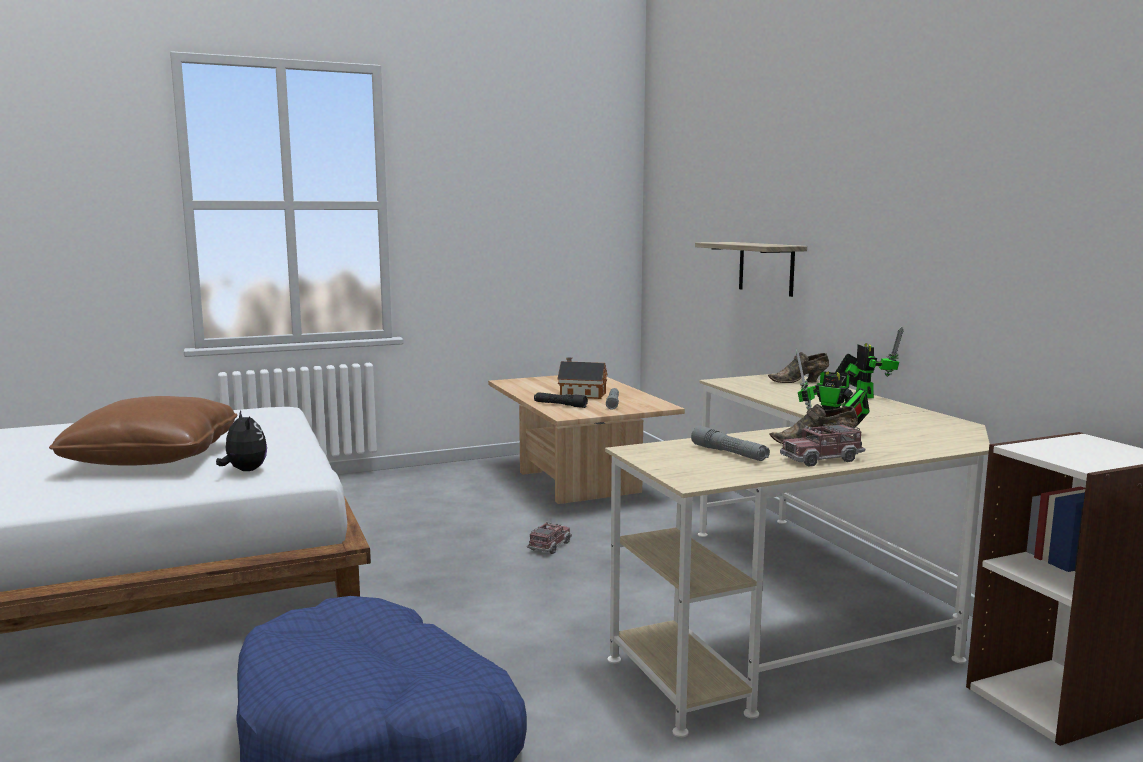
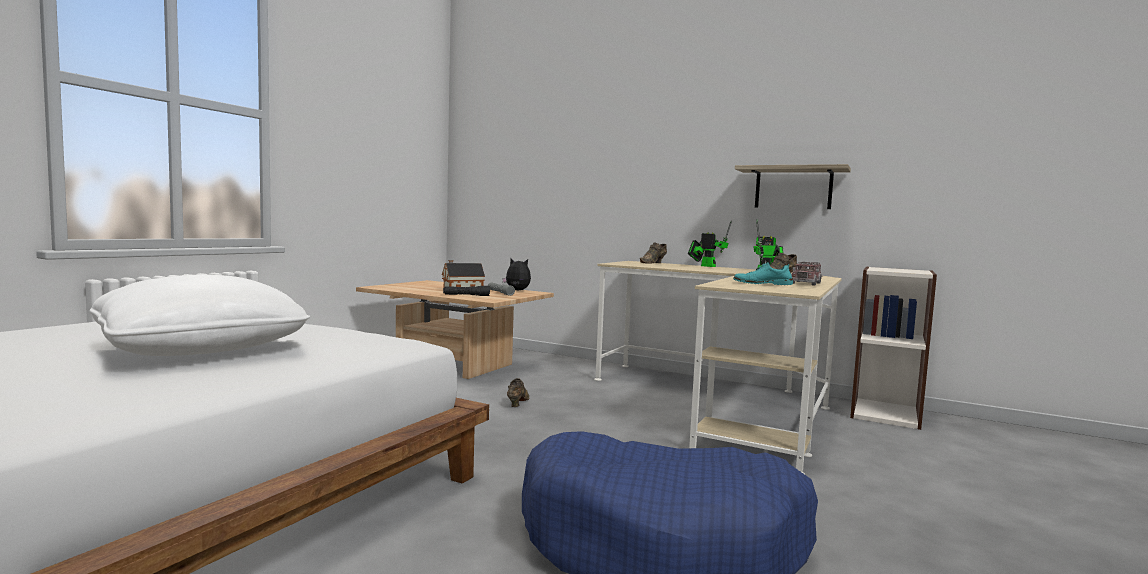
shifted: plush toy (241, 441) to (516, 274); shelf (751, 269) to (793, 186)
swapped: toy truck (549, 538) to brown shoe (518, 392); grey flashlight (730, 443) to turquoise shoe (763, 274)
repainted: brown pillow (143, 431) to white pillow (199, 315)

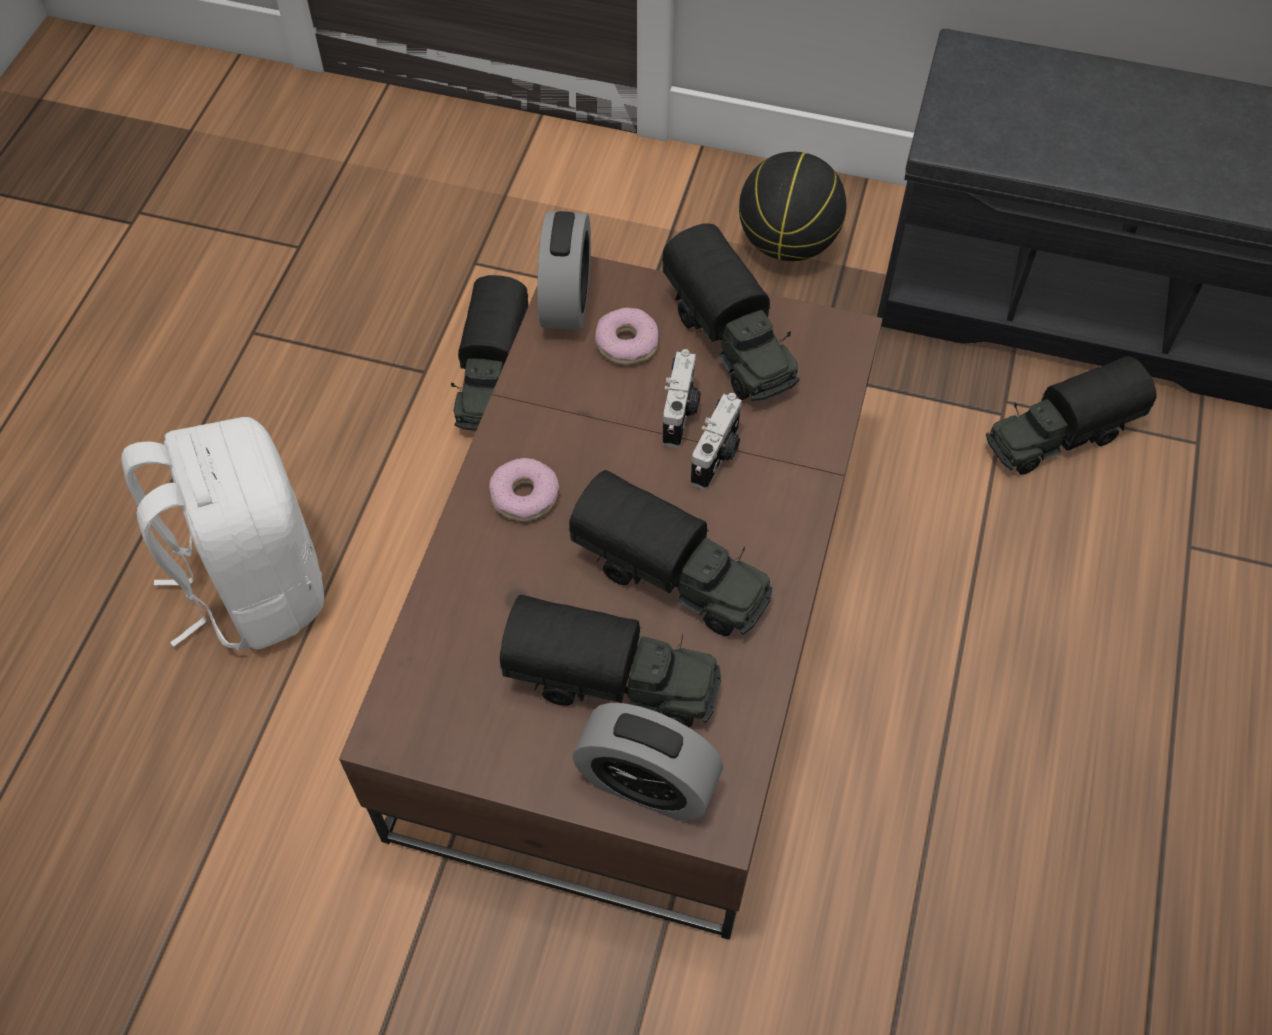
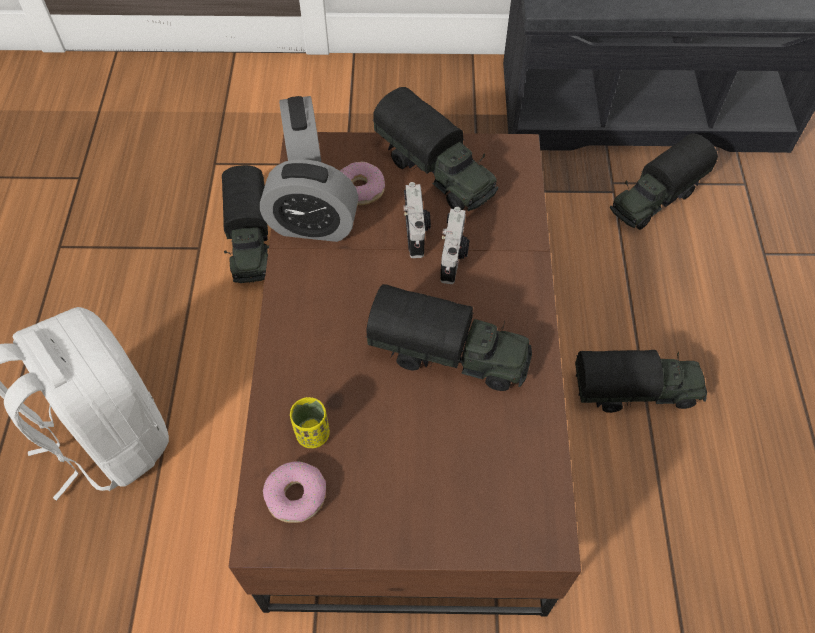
gone: basketball (792, 206)
new: yellow cup (310, 422)
shifted: alarm clock (647, 762) to (309, 200); donut (524, 490) to (294, 492); toy truck (610, 661) to (641, 381)

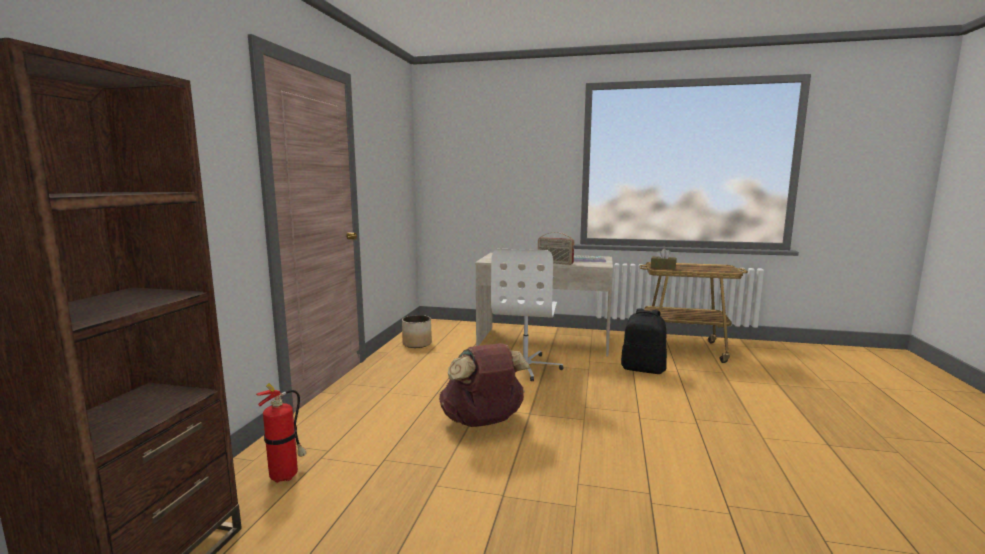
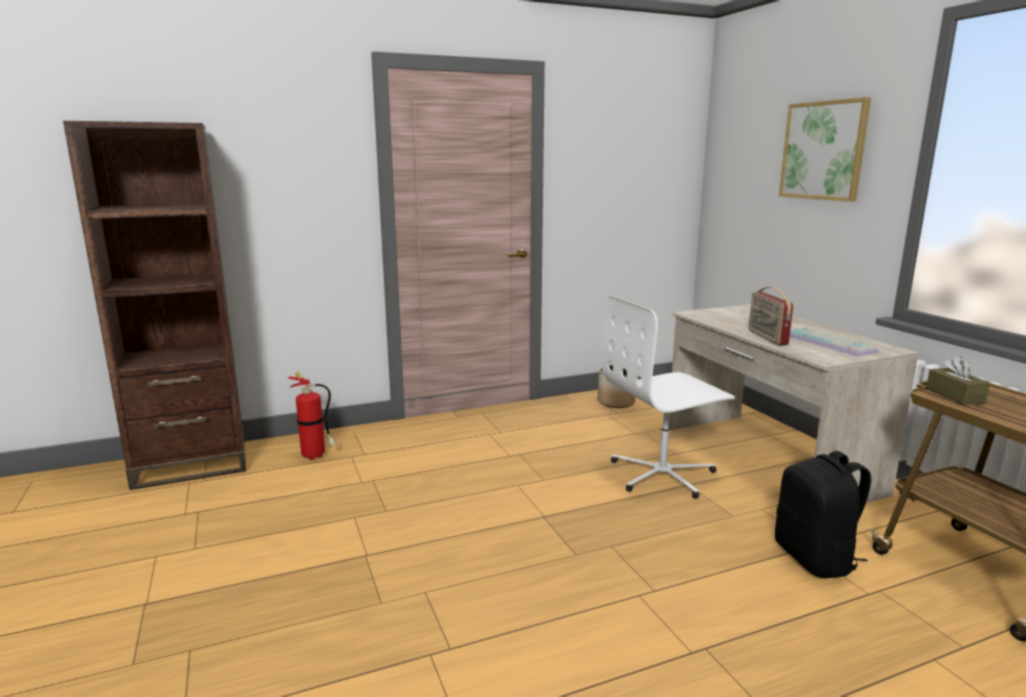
gone: brown backpack (484, 385)
new: picture (825, 149)

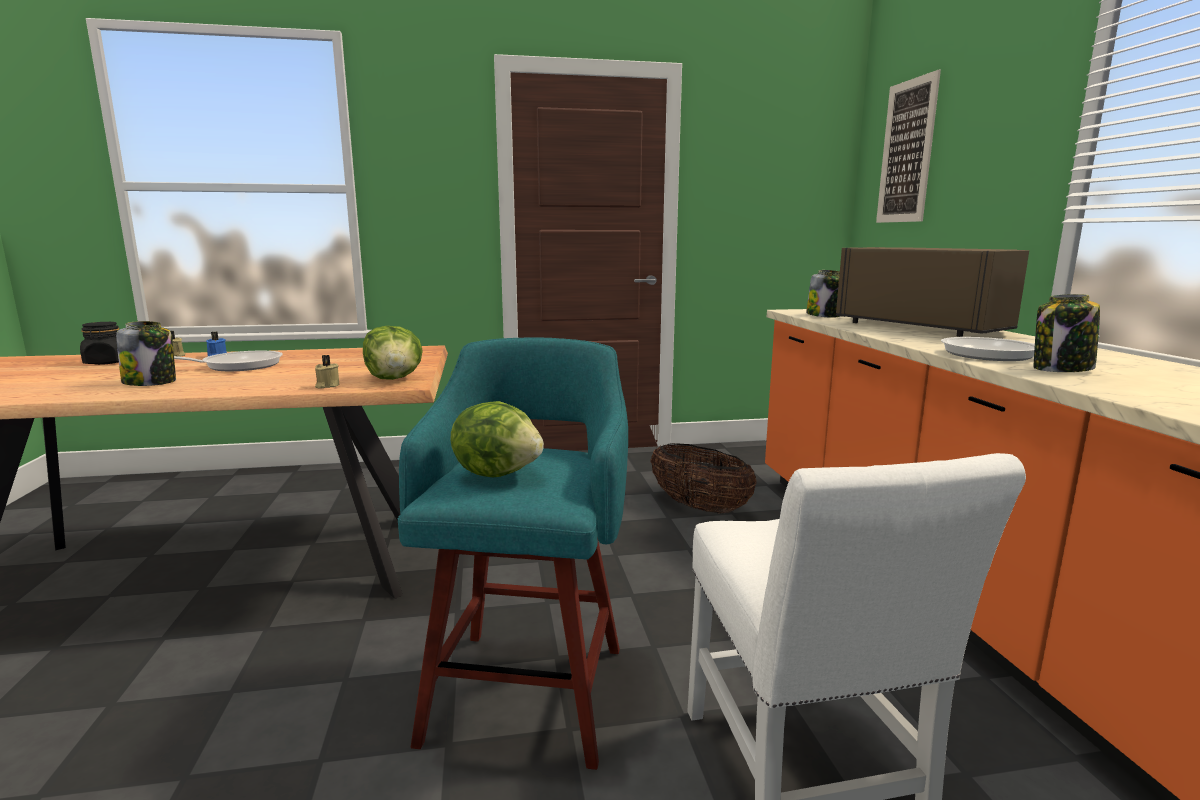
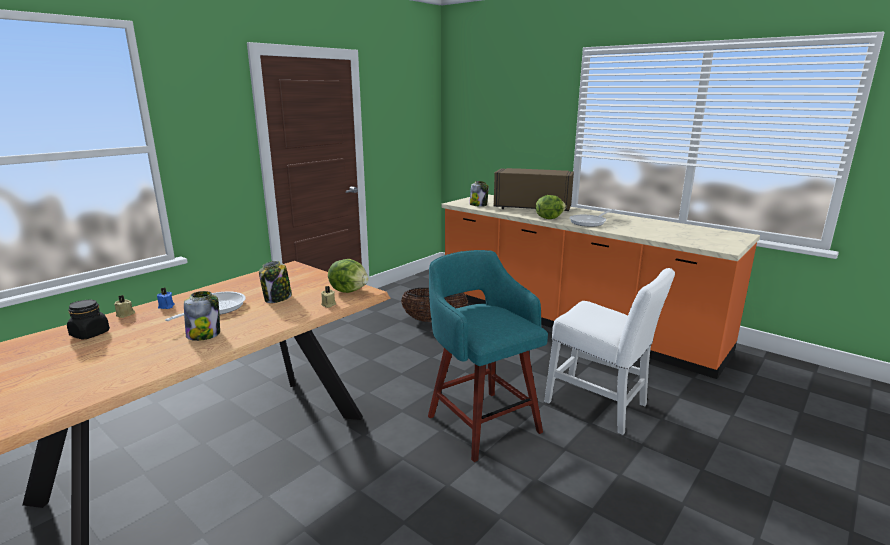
gone: picture (908, 146)
shifted: jar (1067, 333) to (275, 282); lettuce (497, 439) to (551, 207)

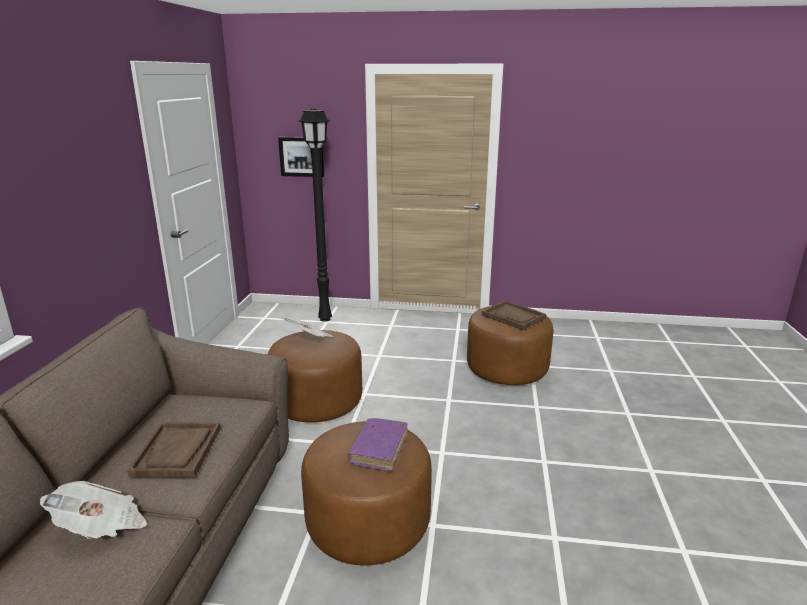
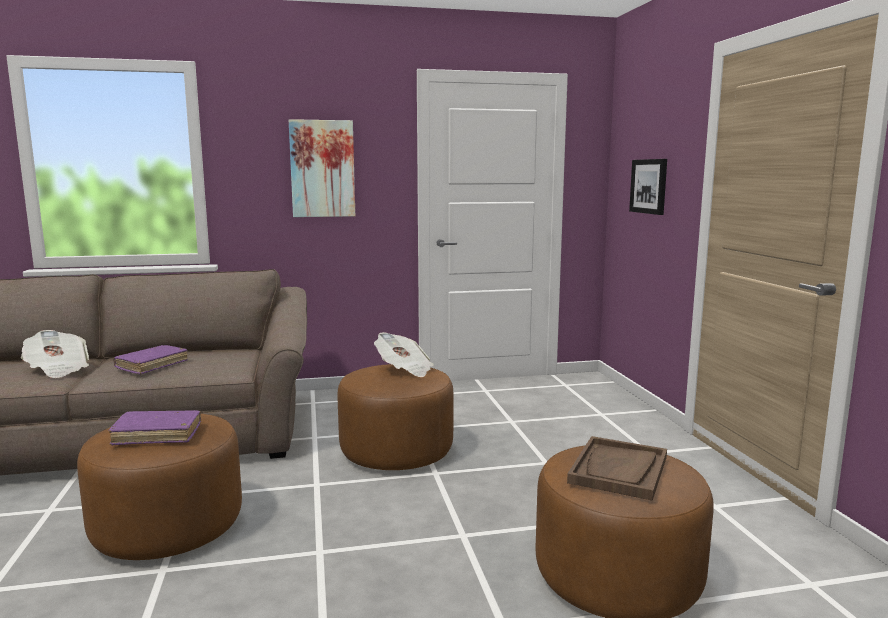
gone: black floor lamp (315, 215)
new: picture (322, 168)
swapped: brown tray (174, 450) to purple book (150, 359)

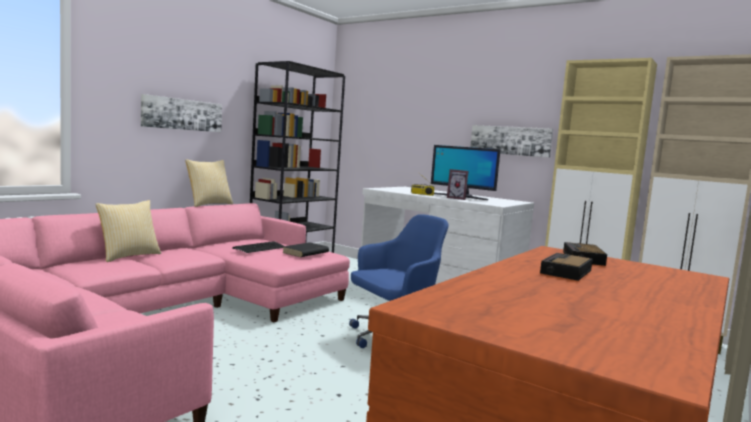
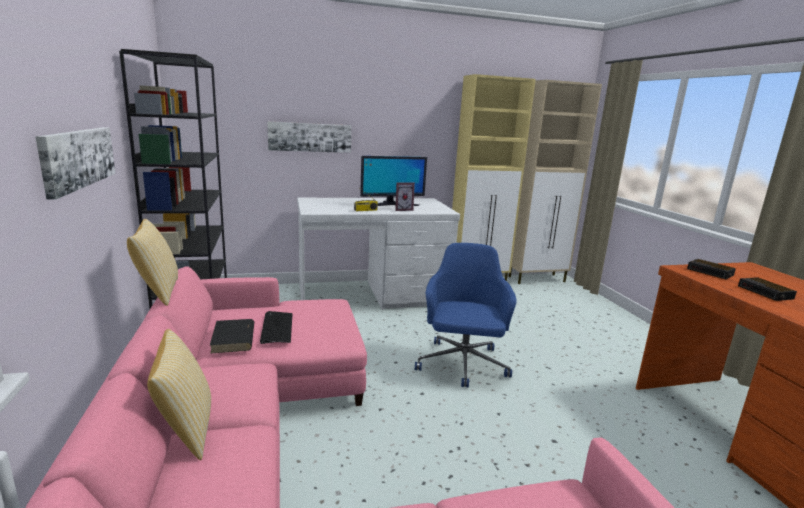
shifted: black book (306, 249) to (232, 336); picture (511, 141) to (309, 137)

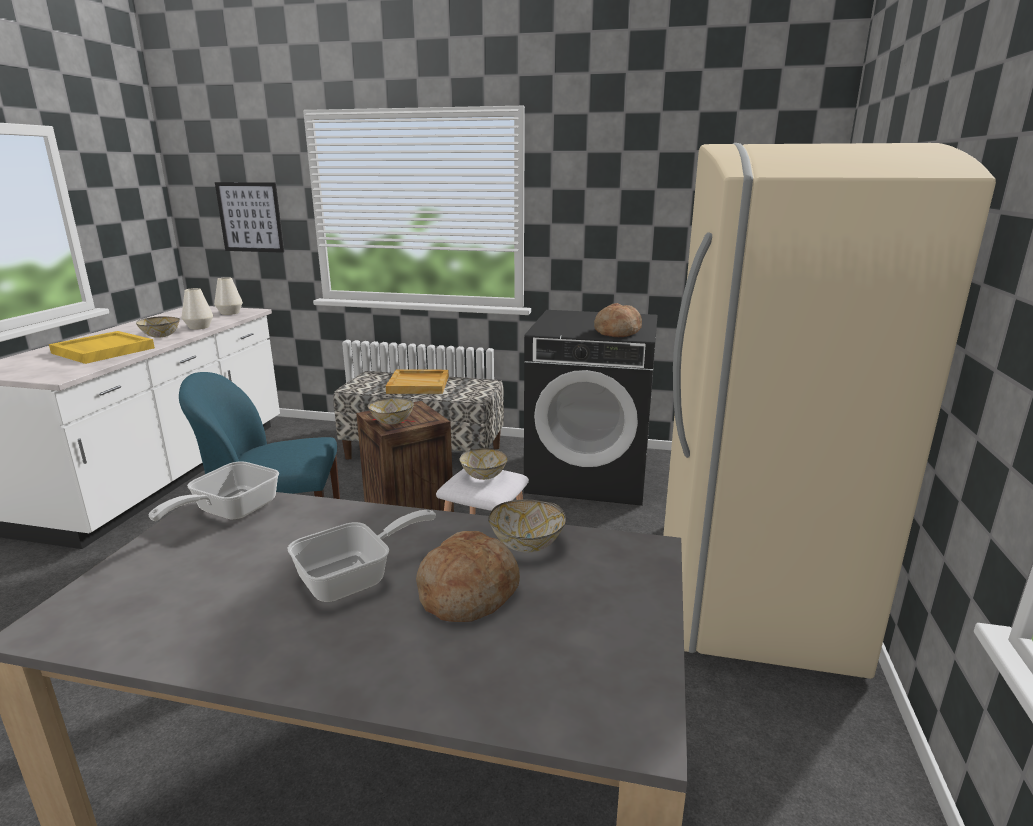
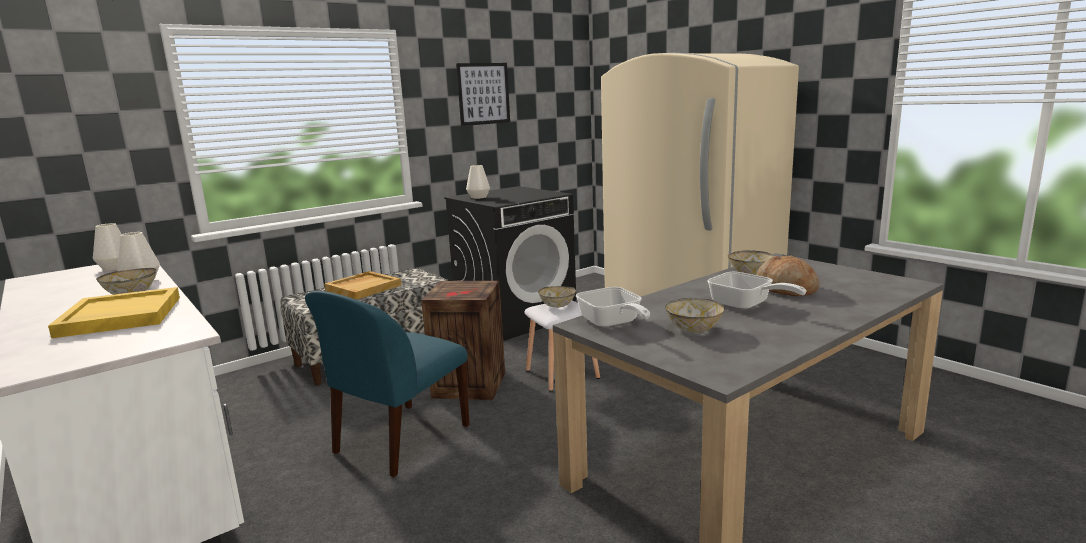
gone: bread (618, 320)
new: white vase (478, 182)
shifted: picture (249, 217) to (483, 94); bowl (391, 410) to (695, 315)
rotated: frying pan (361, 556) = (756, 291) 135 degrees clockwise

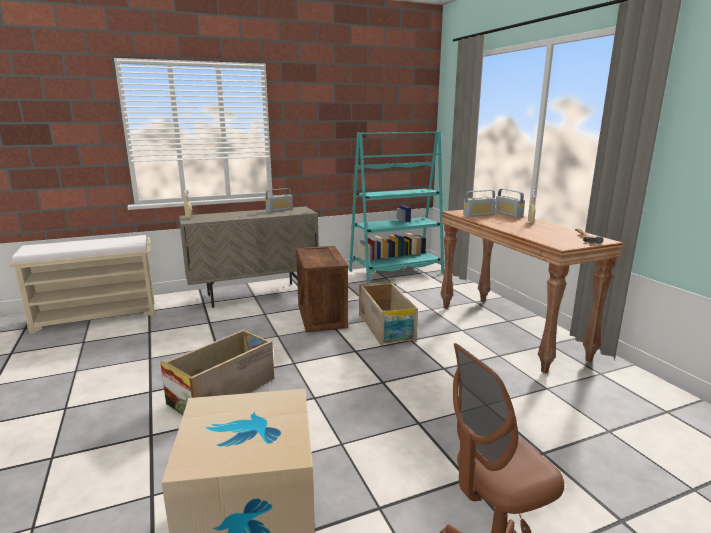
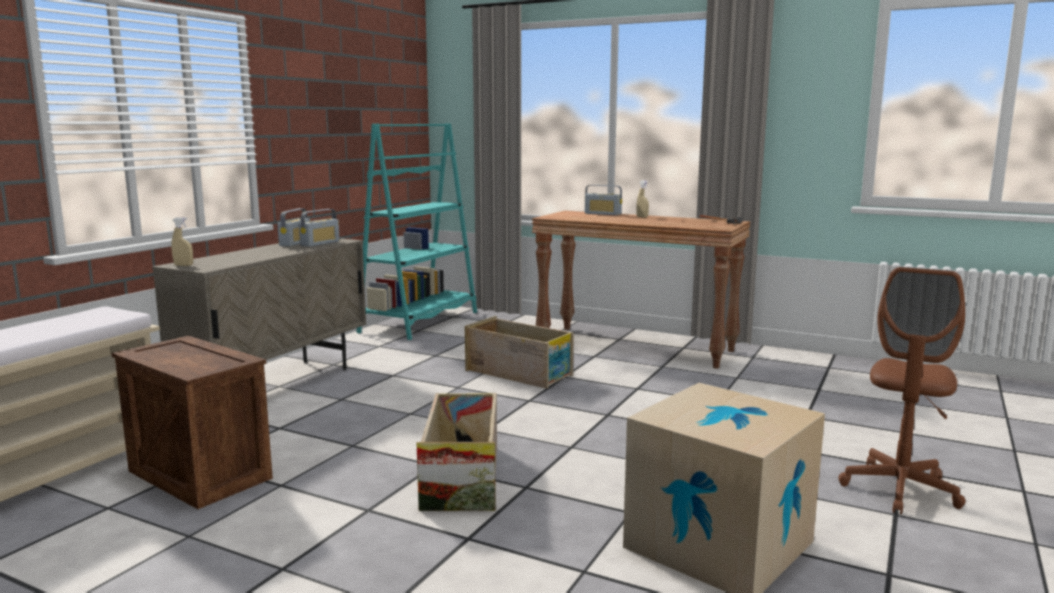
shifted: crate (322, 289) to (192, 422); radio (479, 203) to (319, 228)

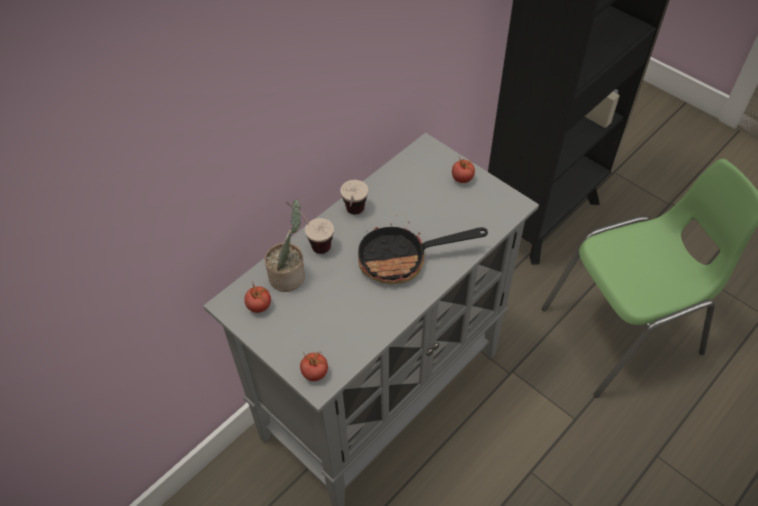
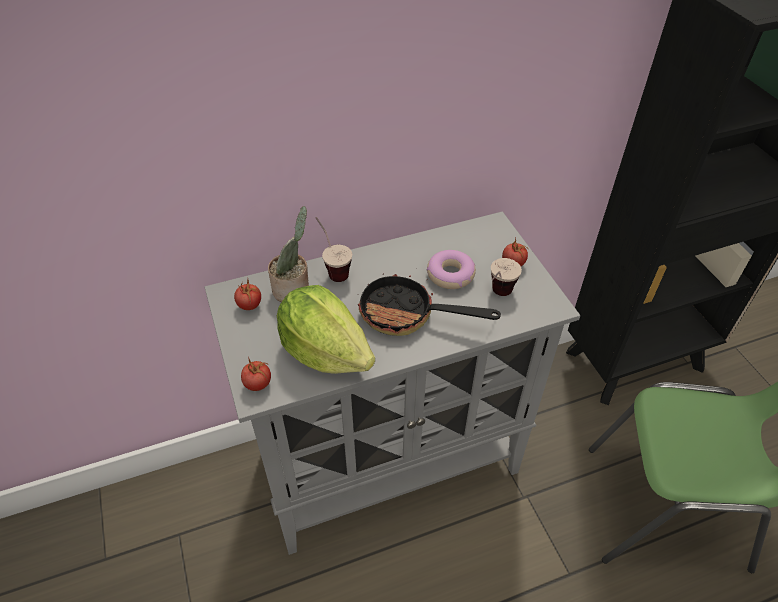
new: lettuce (326, 329); donut (451, 269)
shifted: cup (354, 197) to (506, 277)

